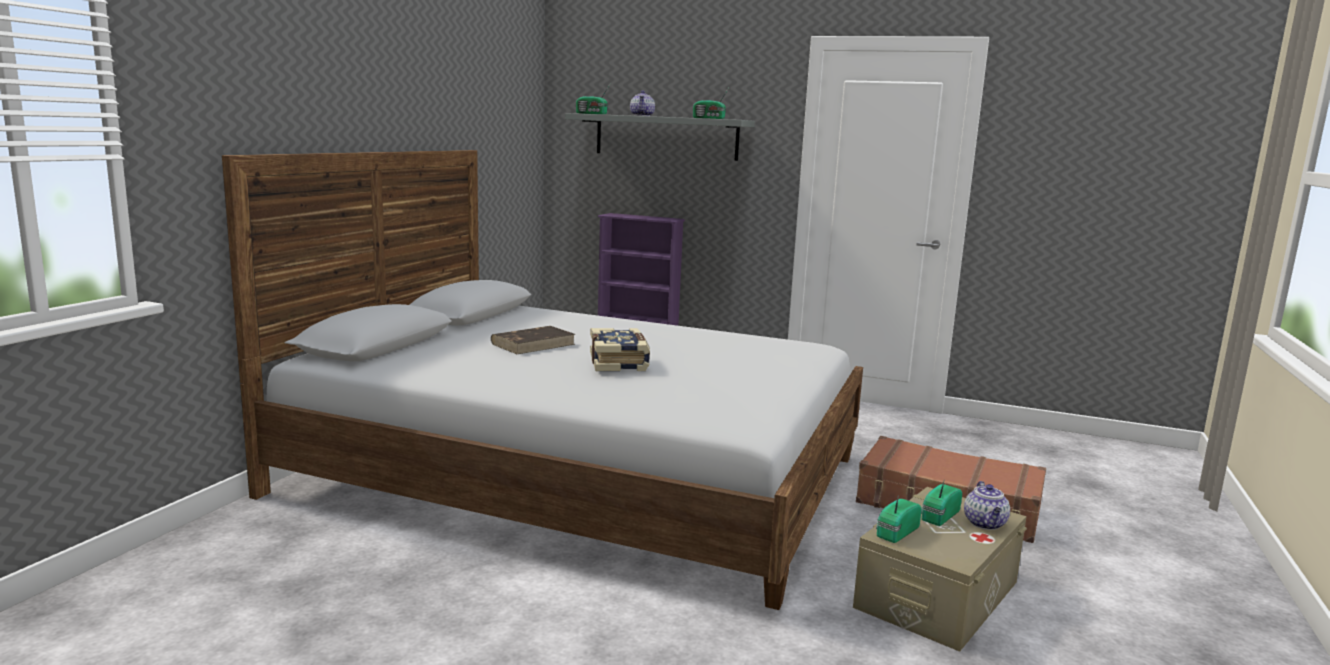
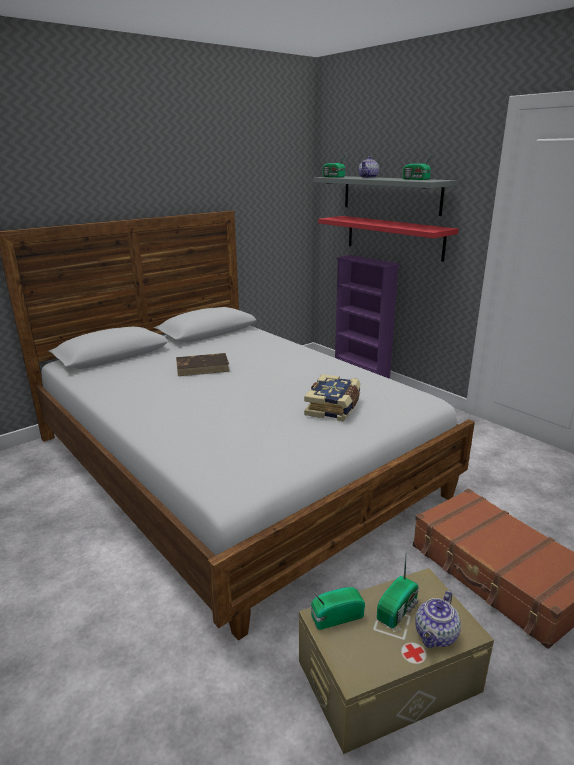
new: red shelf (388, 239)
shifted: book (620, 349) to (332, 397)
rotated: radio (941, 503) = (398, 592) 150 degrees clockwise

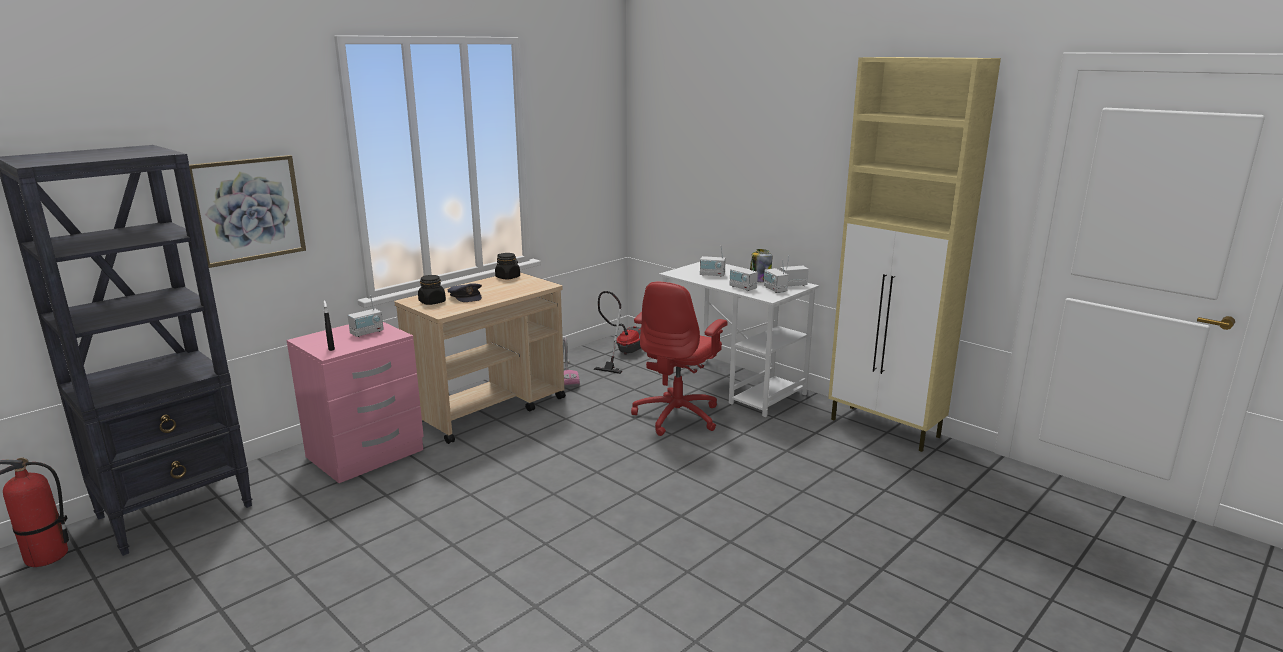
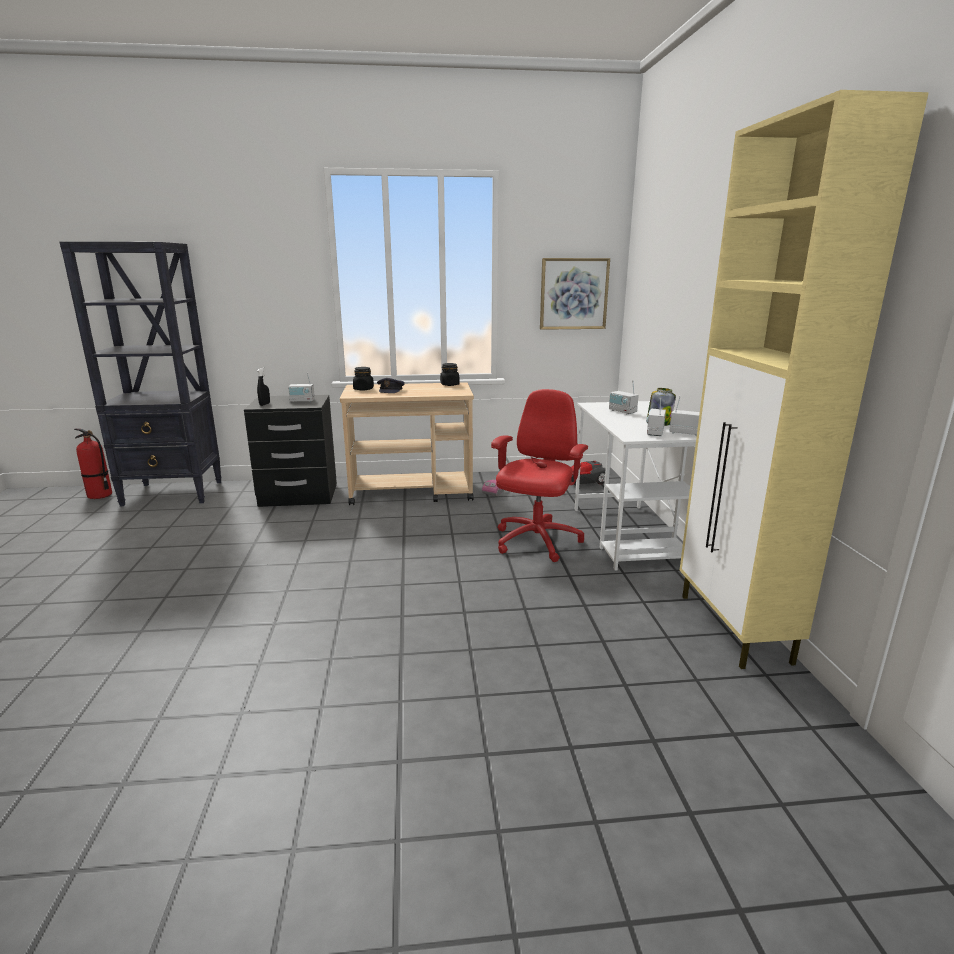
gone: radio (744, 274)
shifted: picture (247, 211) to (575, 294)
repainted: pink nightstand (355, 402) to black nightstand (290, 451)
rotated: red office chair (679, 359) = (539, 475) 135 degrees clockwise

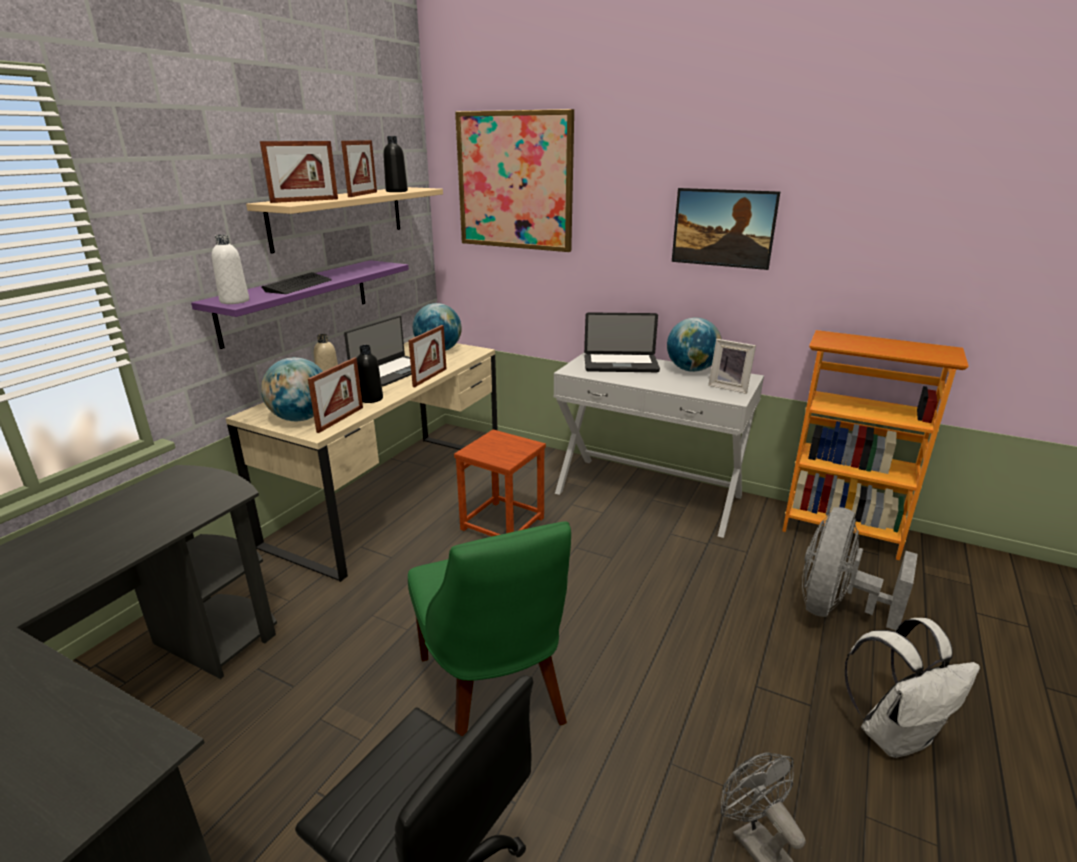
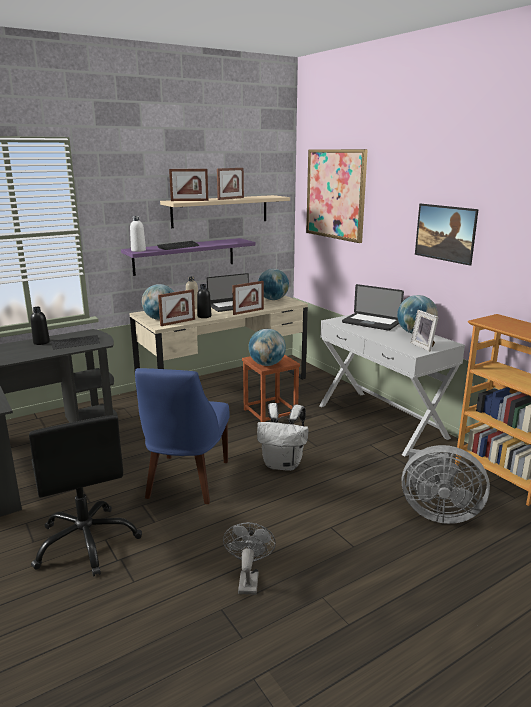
new: keyboard (75, 342); globe (267, 347)
shifted: black bottle (395, 164) to (40, 326); white backpack (912, 688) to (283, 437)
repainted: green chair (489, 629) to blue chair (182, 436)
rotated: grey fan (860, 568) = (446, 484) 135 degrees counterclockwise

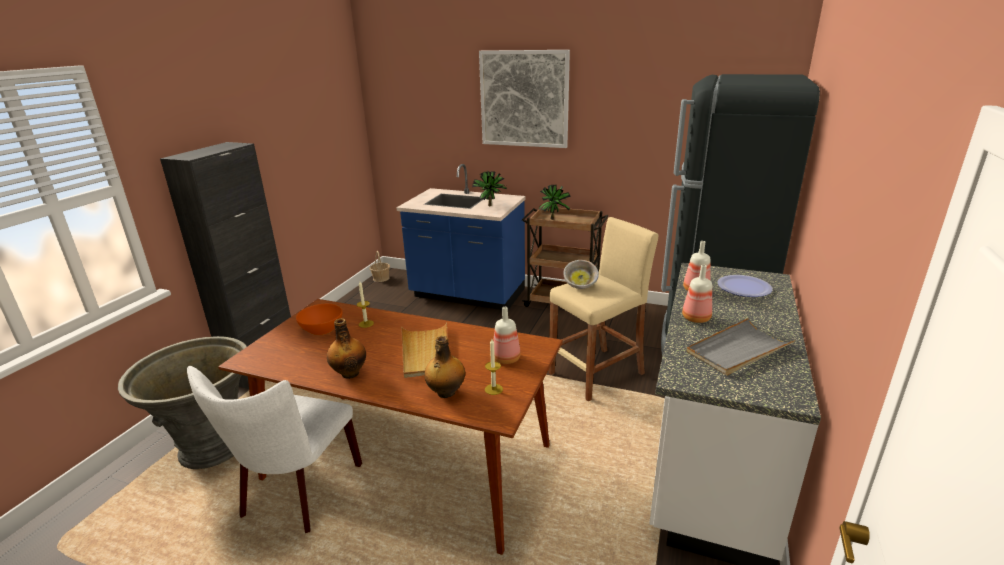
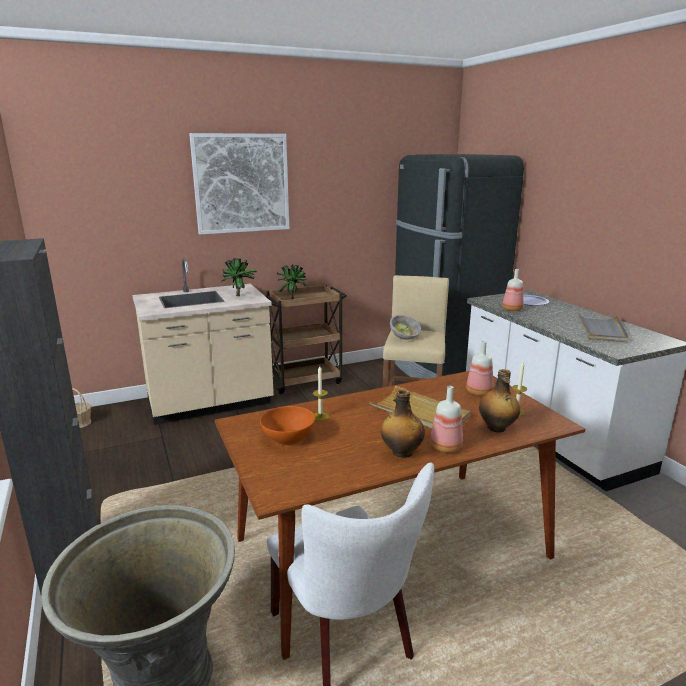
shifted: bottle (697, 294) to (446, 419)
repainted: blue counter (461, 237) to beige counter (203, 341)

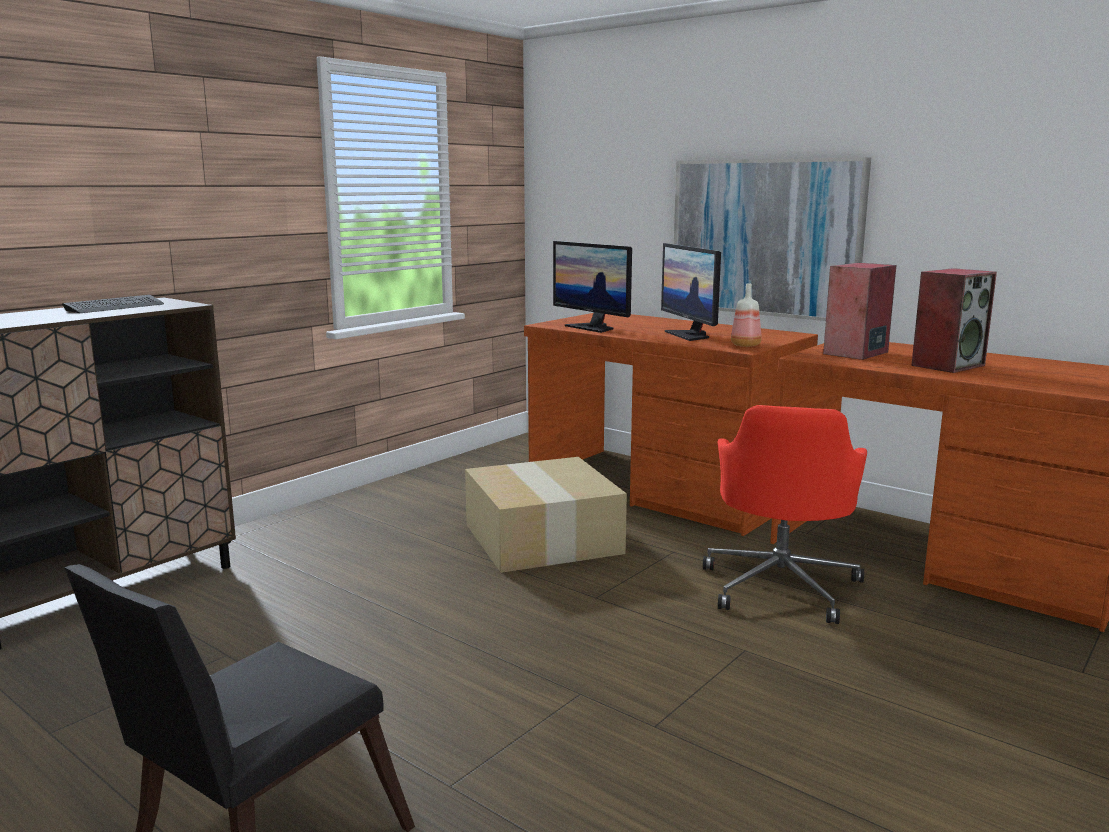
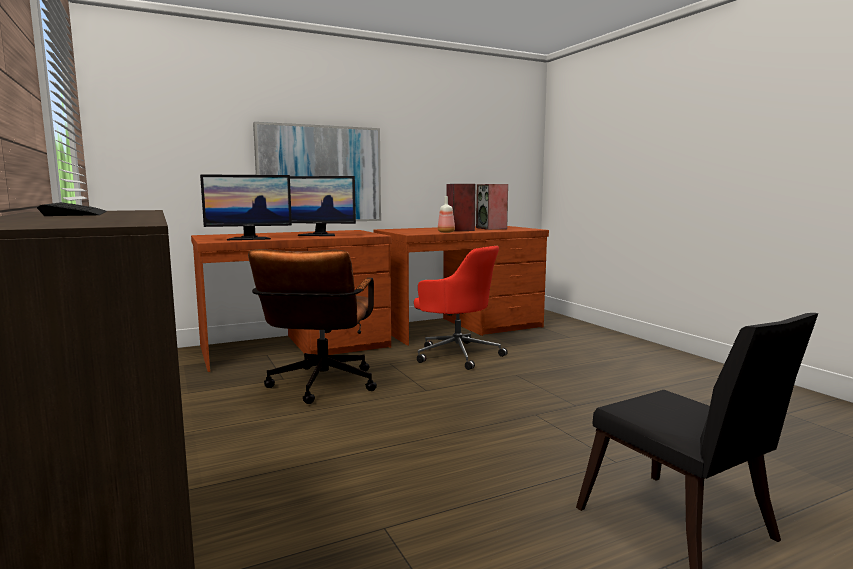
shifted: bottle (746, 315) to (446, 214); speaker (859, 311) to (492, 207)
swapped: cardboard box (546, 515) to brown office chair (312, 326)

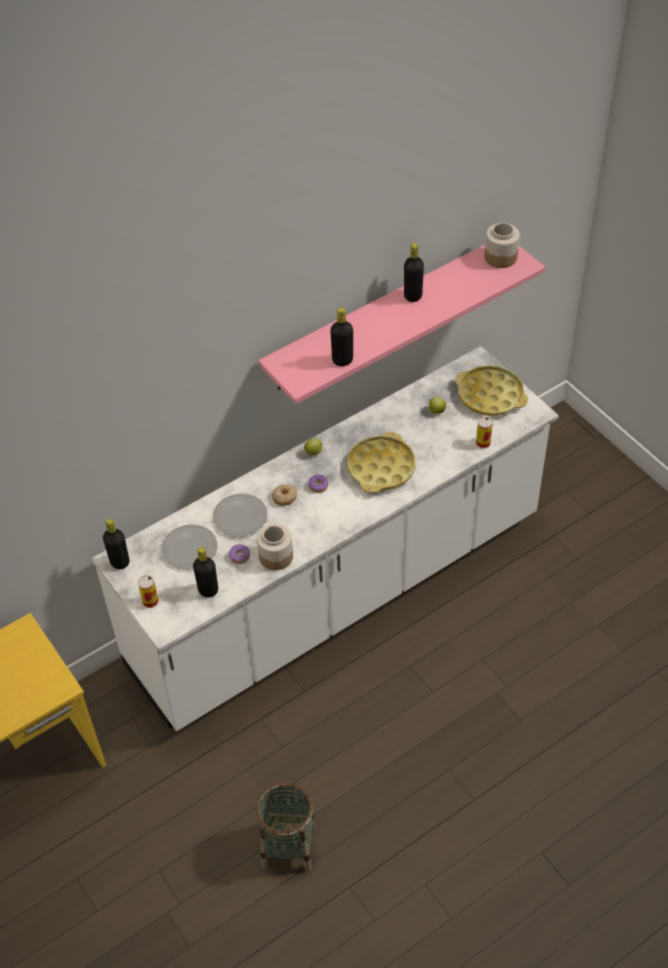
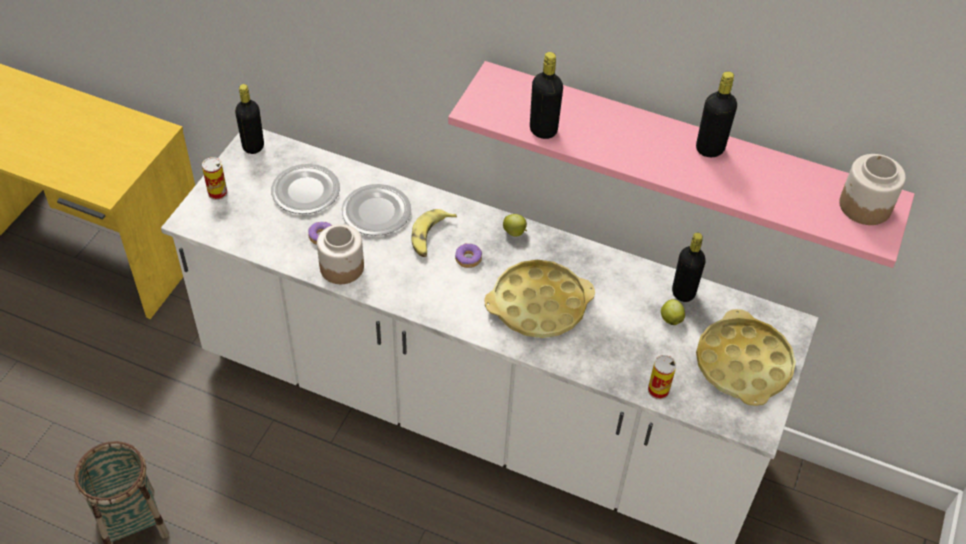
shifted: black bottle (205, 572) to (689, 267)
swapped: donut (284, 495) to banana (434, 233)

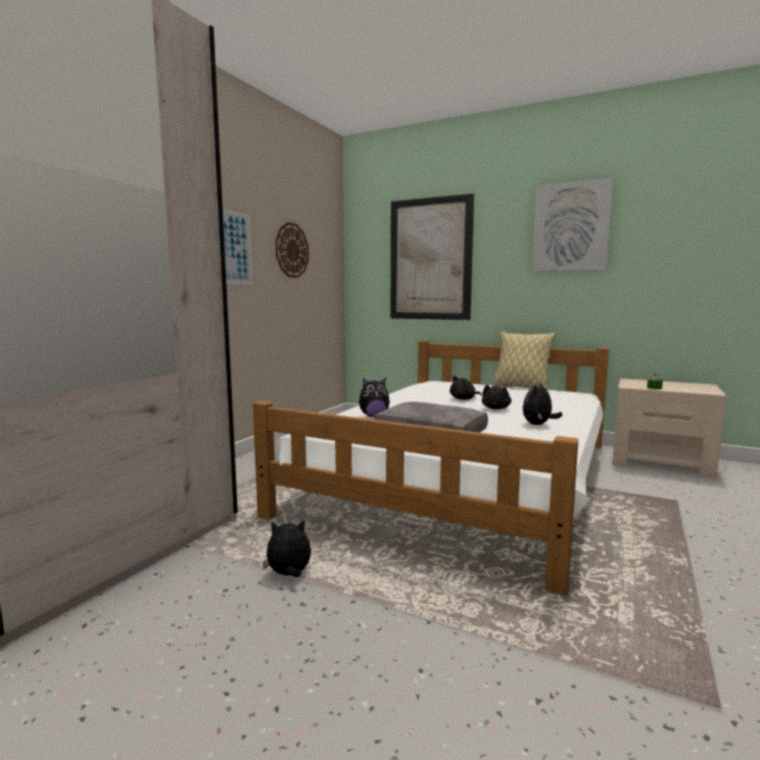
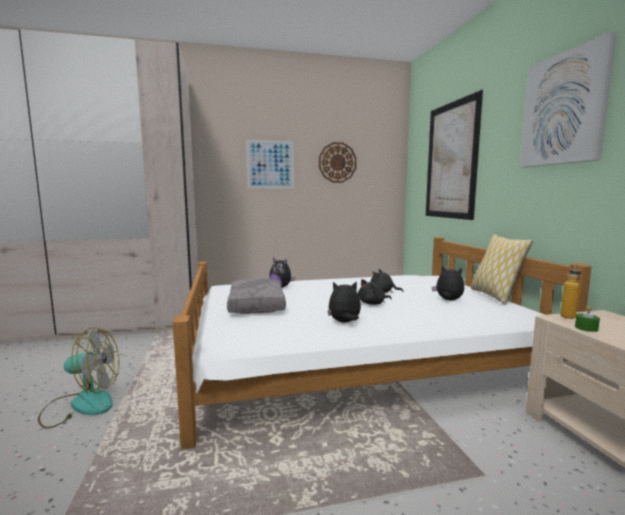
new: fan (78, 378); bottle (571, 291)
shifted: plush toy (286, 548) to (448, 283)

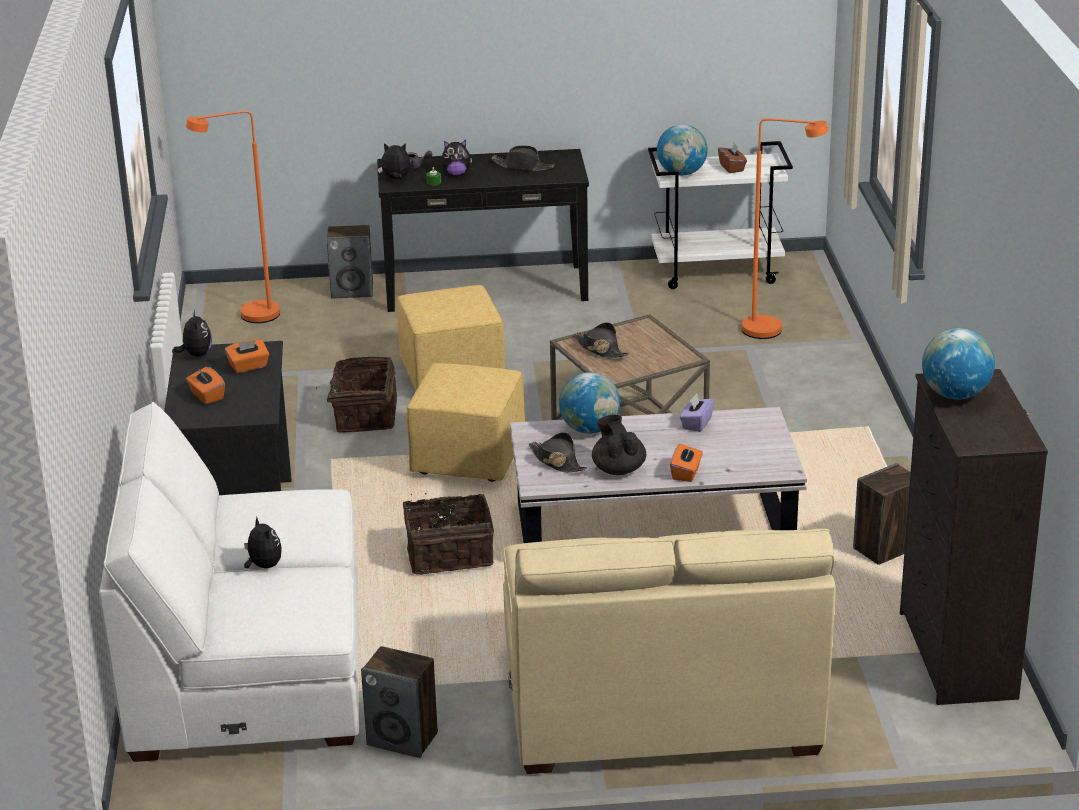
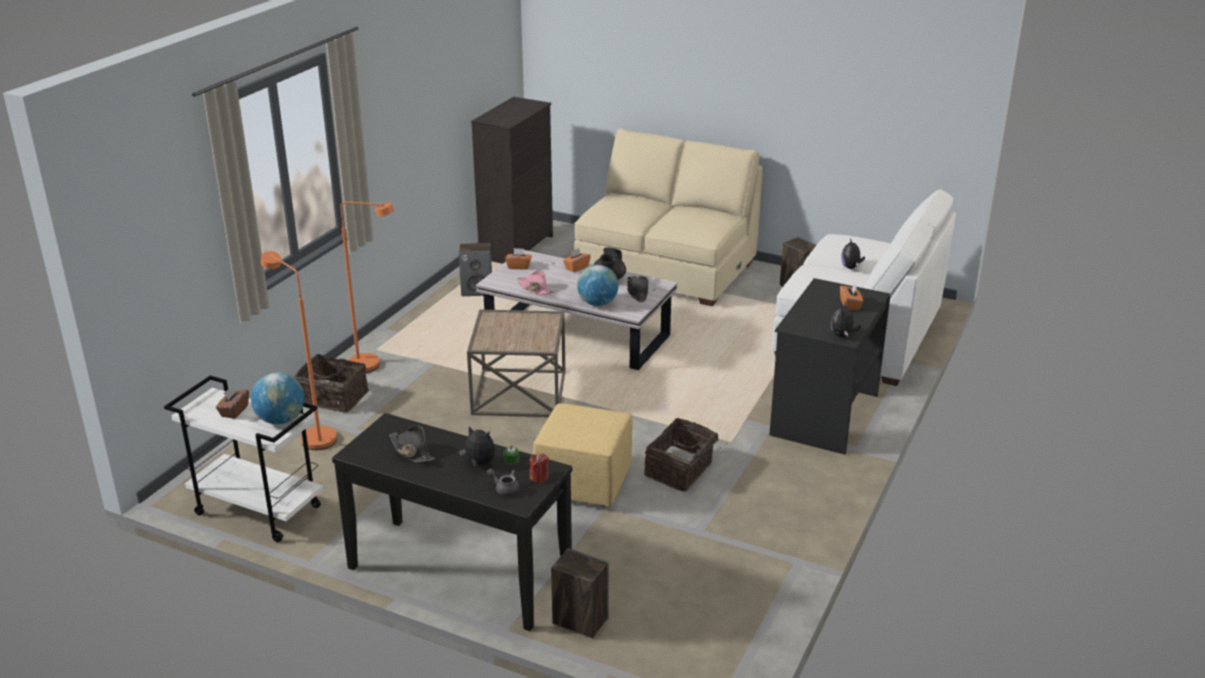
gone: yellow ottoman (465, 422); black hat (601, 340); globe (958, 364)
shifted: basket (448, 534) to (331, 383); orange floor lamp (233, 217) to (367, 287); orange tissue box (247, 356) to (518, 259)
swapped: purple tissue box (697, 412) to pink hat (535, 282); plush toy (394, 161) to red candle (539, 468)

